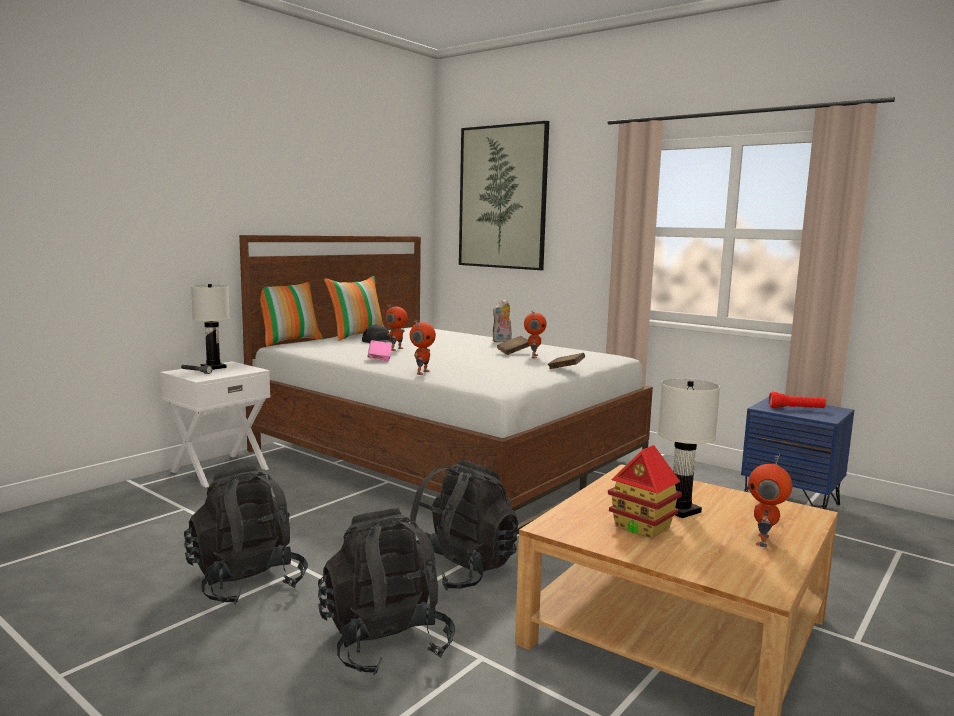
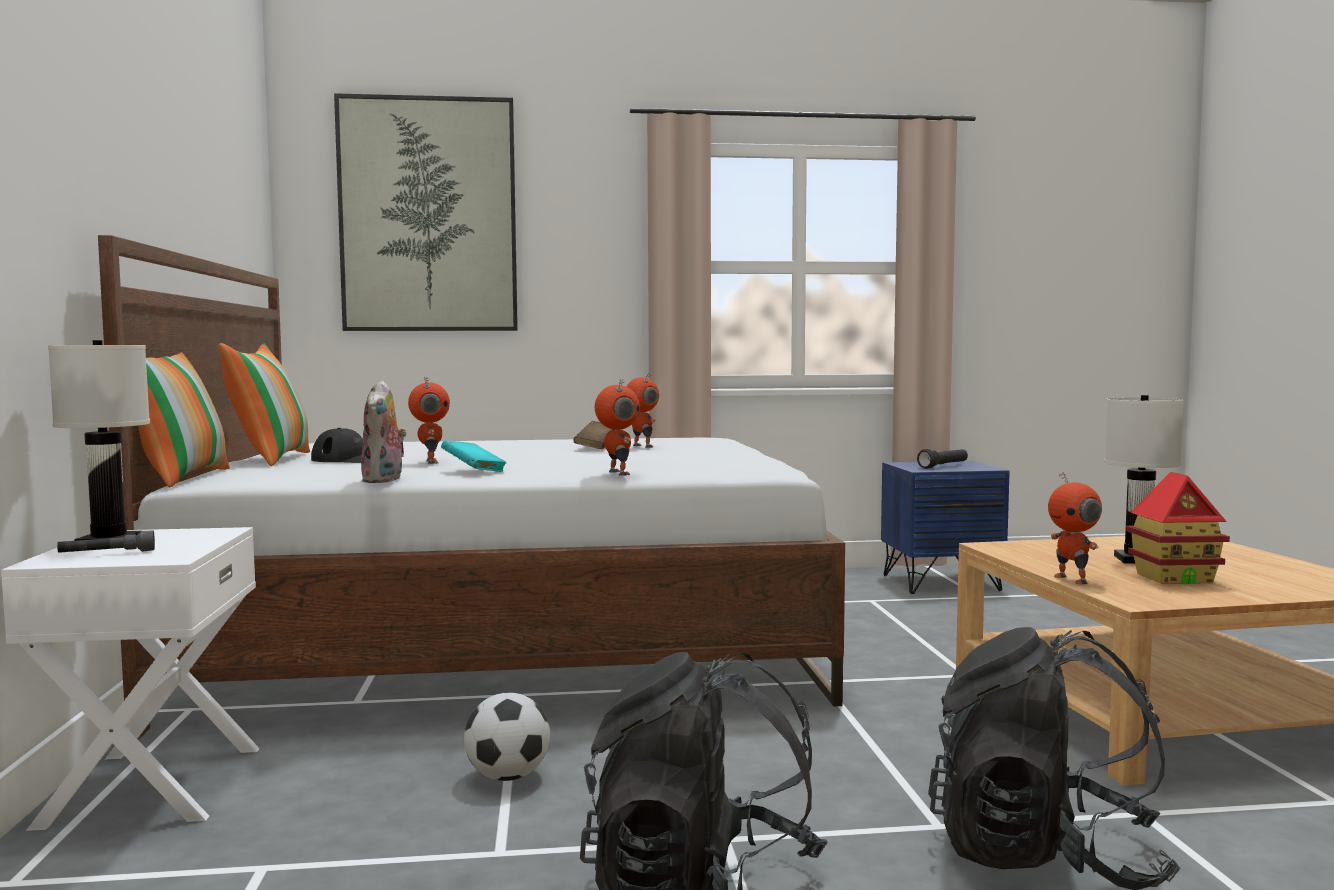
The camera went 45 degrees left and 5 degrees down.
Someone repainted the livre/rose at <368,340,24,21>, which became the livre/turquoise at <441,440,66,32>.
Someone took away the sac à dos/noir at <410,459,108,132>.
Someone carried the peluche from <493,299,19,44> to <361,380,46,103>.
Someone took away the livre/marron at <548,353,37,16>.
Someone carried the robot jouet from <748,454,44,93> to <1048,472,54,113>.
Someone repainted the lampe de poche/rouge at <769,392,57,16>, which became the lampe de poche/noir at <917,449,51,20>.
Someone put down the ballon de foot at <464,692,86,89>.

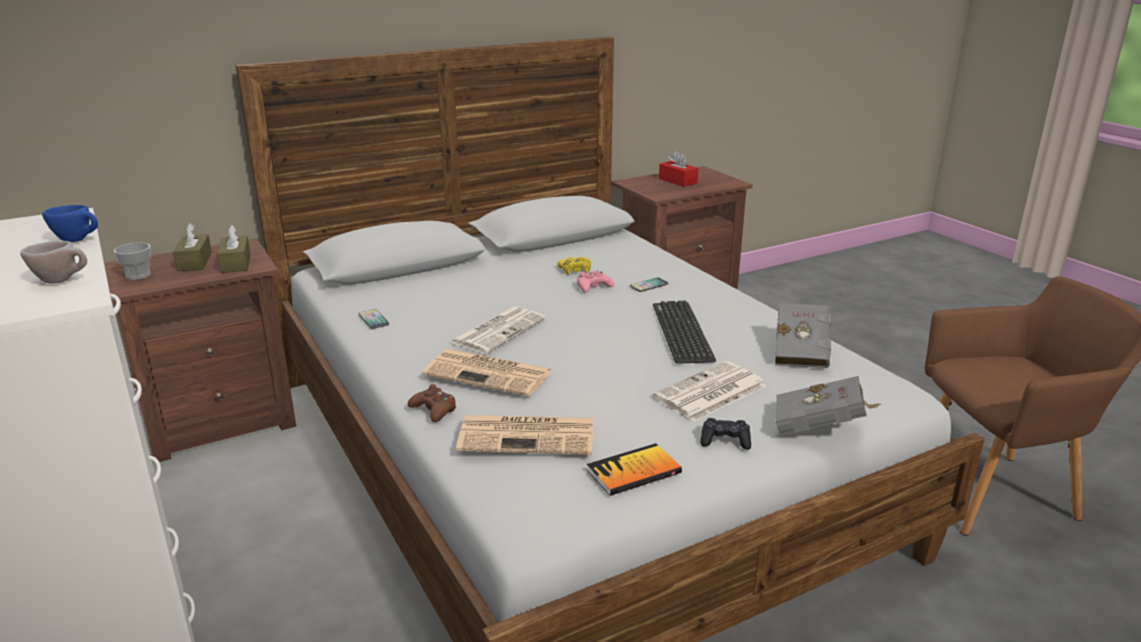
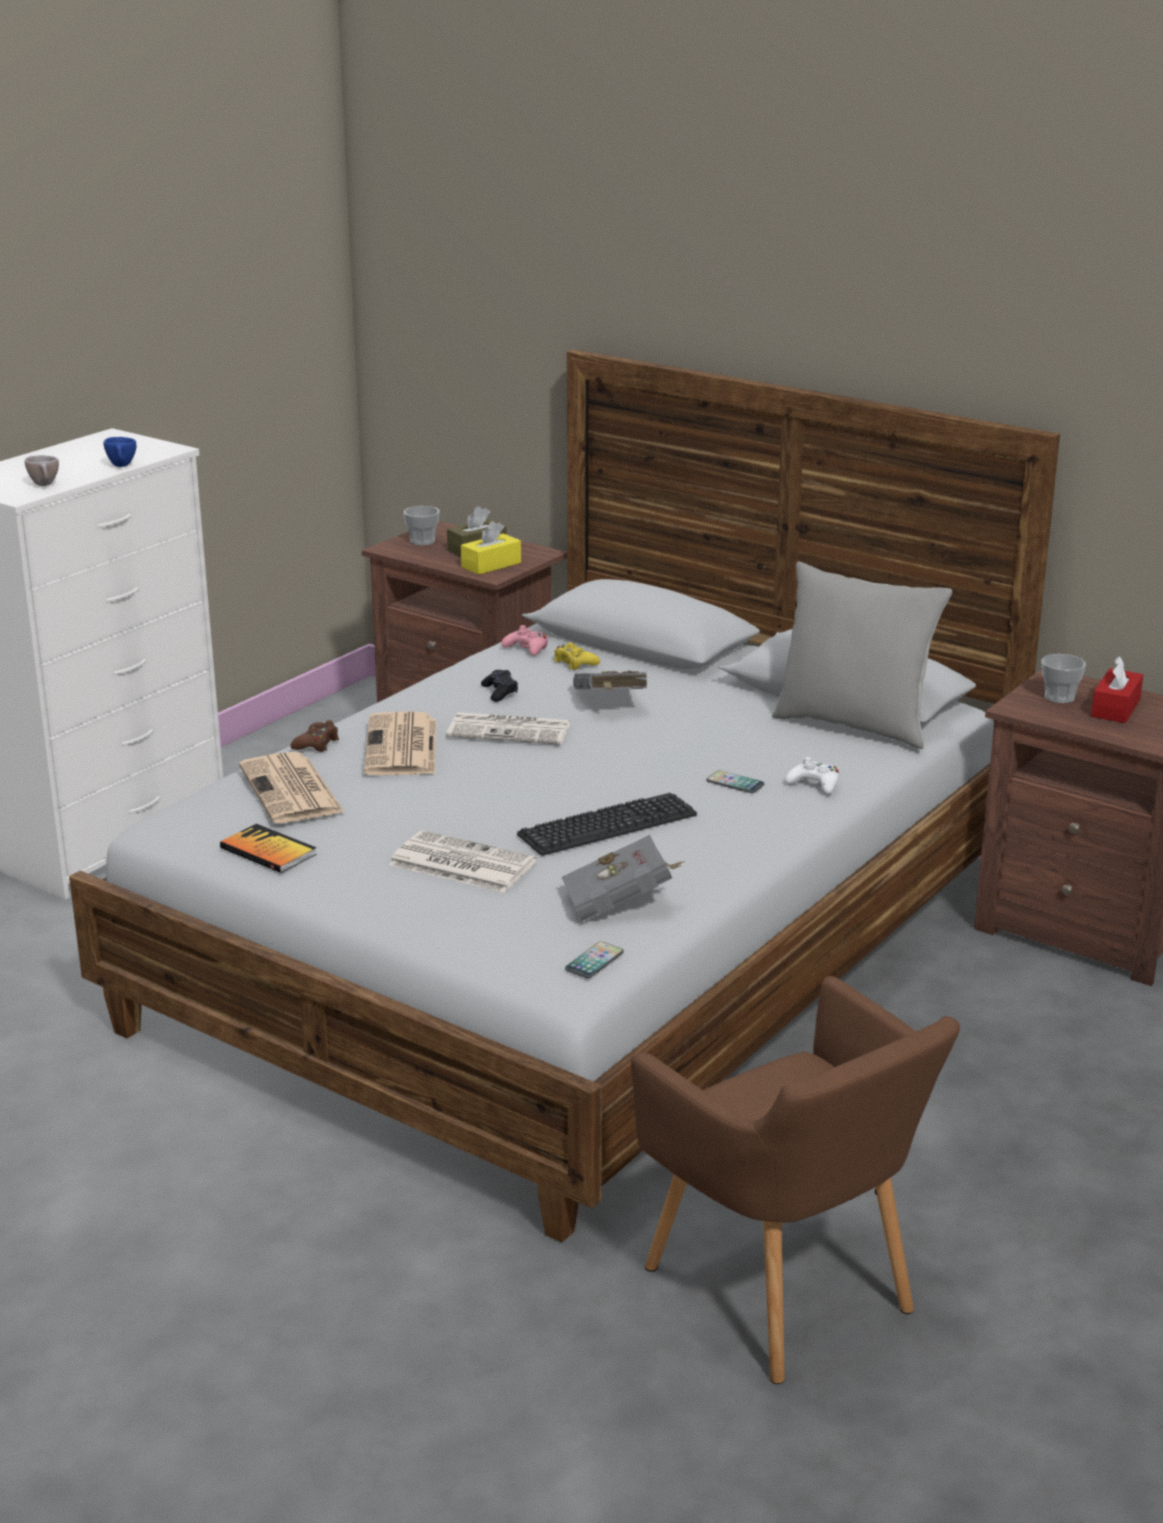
The camera went 65 degrees right and 0 degrees up.
Someone repainted the boîte à mouchoirs/marron at <217,225,34,48>, which became the boîte à mouchoirs/jaune at <461,521,60,54>.
Someone carried the téléphone from <359,309,30,20> to <565,942,59,36>.
Someone carried the manette/jaune from <557,257,34,17> to <554,642,46,28>.
Someone carried the manette/rose from <577,271,37,22> to <501,625,47,31>.
Someone carried the manette/noir from <700,418,51,32> to <481,670,37,32>.
Someone carried the livre/gris from <775,376,106,59> to <573,670,74,19>.
Someone put down the coussin/gris at <772,561,180,188>.
Someone put down the manette/blanc at <785,757,54,37>.
Someone put down the tasse at <1041,654,45,49>.

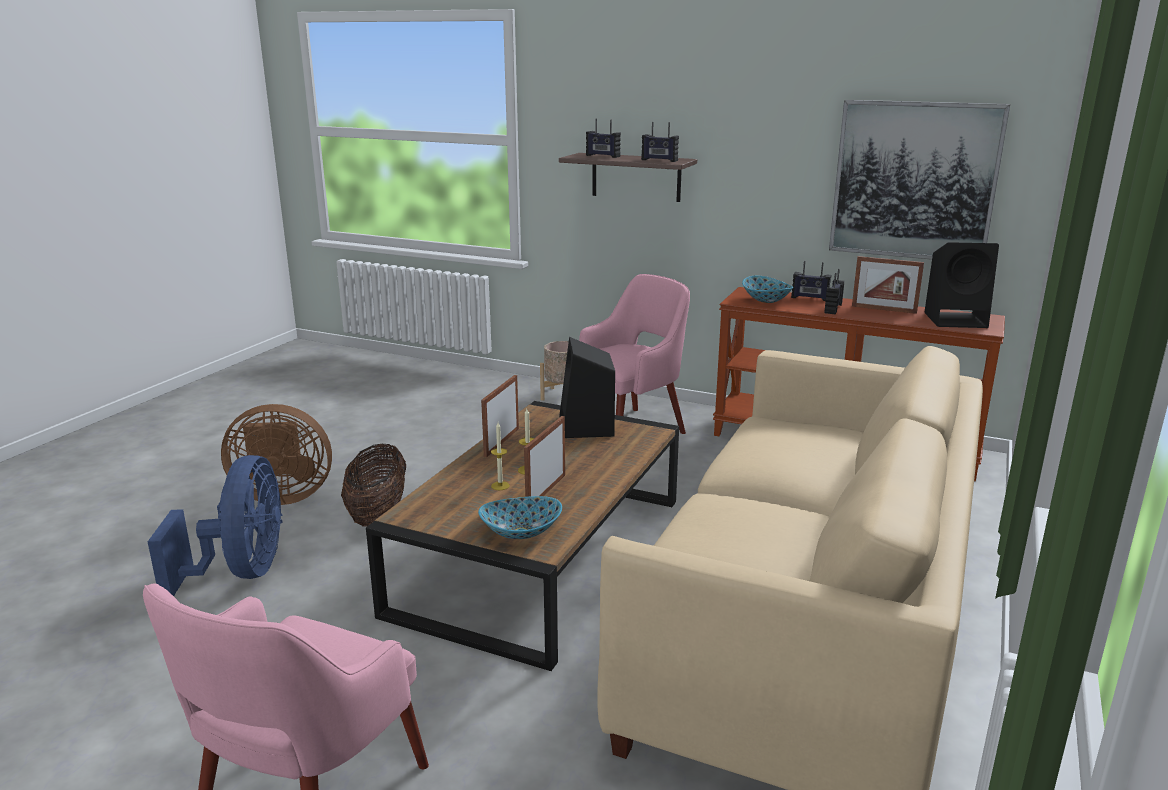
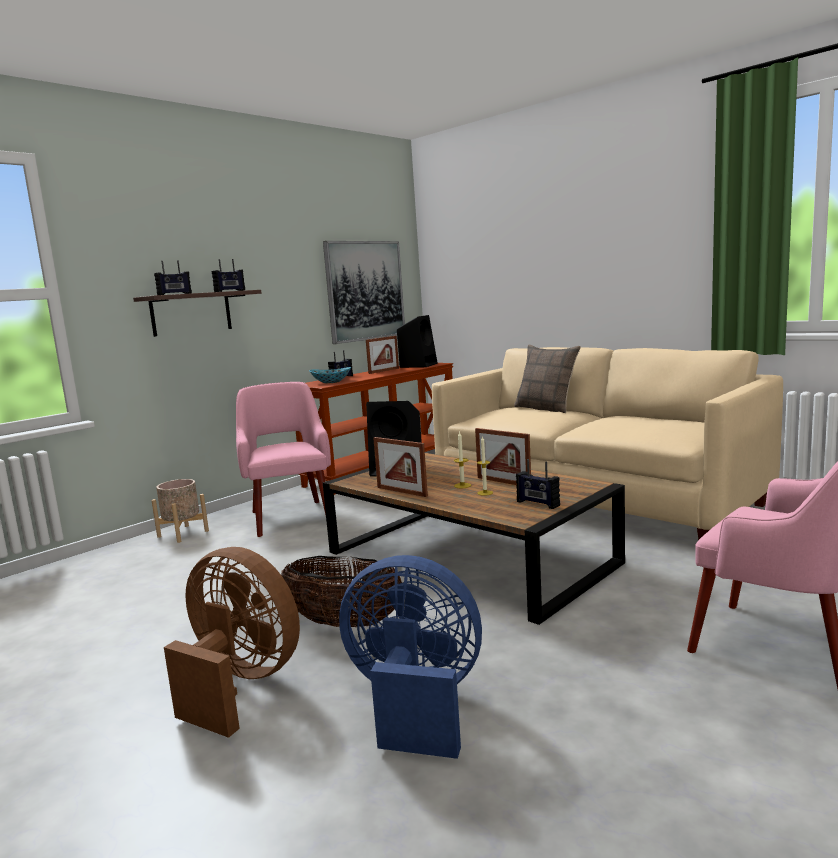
The camera went 70 degrees left and 10 degrees down.
Someone rotated the ventilateur/marron at <221,404,111,101> by 75 degrees counterclockwise.
Someone took away the bol at <478,496,84,43>.
Someone carried the radio from <825,269,19,45> to <516,459,44,50>.
Someone put down the coussin at <514,345,67,68>.

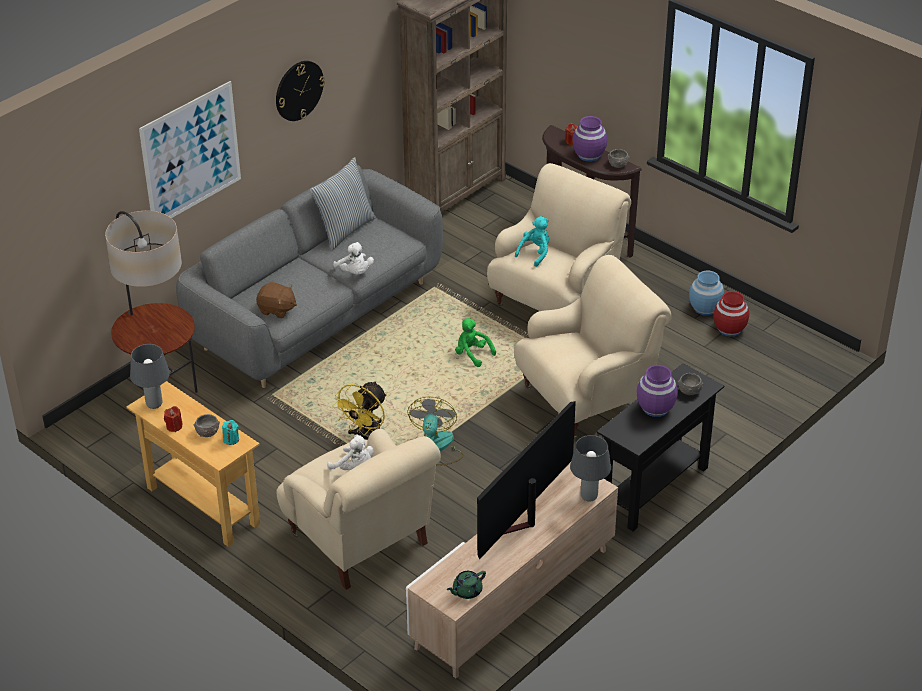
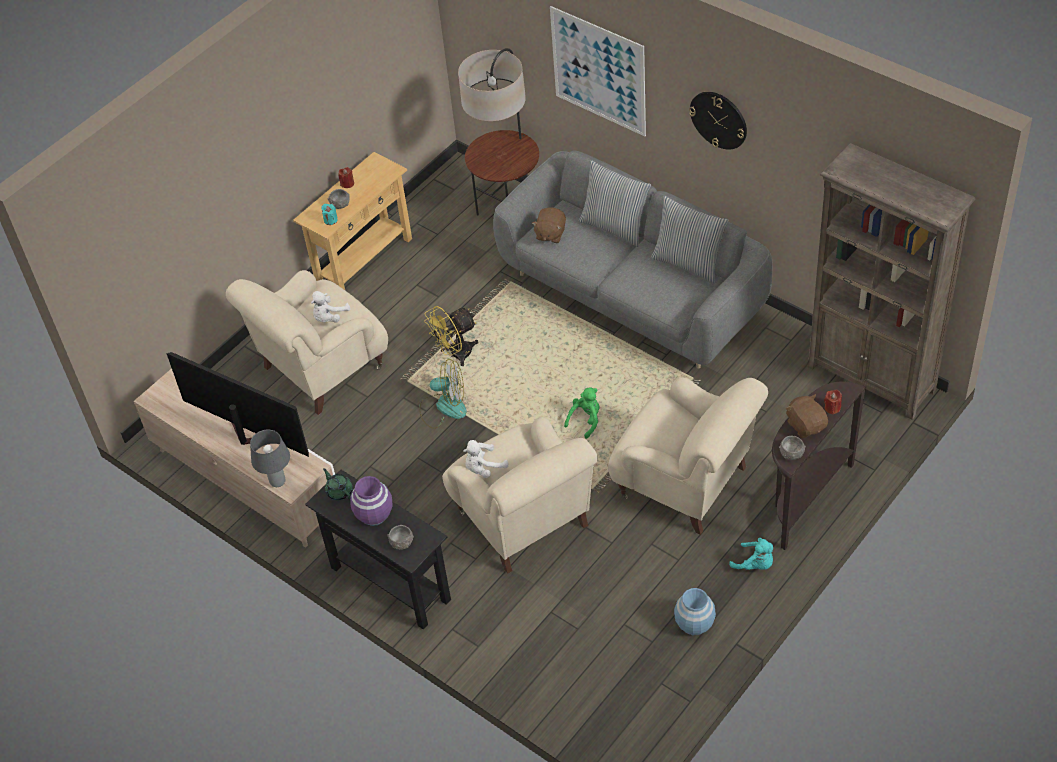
The camera went 90 degrees right and 10 degrees up.
Someone took away the lampe de table/gris at <130,344,40,65>.
Someone rotated the ventilateur/jaune at <332,381,55,59> by 60 degrees counterclockwise.
Someone carried the peluche/blanc from <333,242,41,32> to <463,440,46,38>.
Someone carried the théière/vert from <447,571,39,28> to <323,468,30,32>.
Someone carried the peluche/turquoise from <515,216,34,51> to <729,538,44,32>.
Someone swapped the vase/violet at <573,116,34,45> for the peluche/marron at <786,394,42,44>.
Someone took away the vase/rouge at <713,291,36,45>.
Someone put down the coussin at <579,160,72,87>.

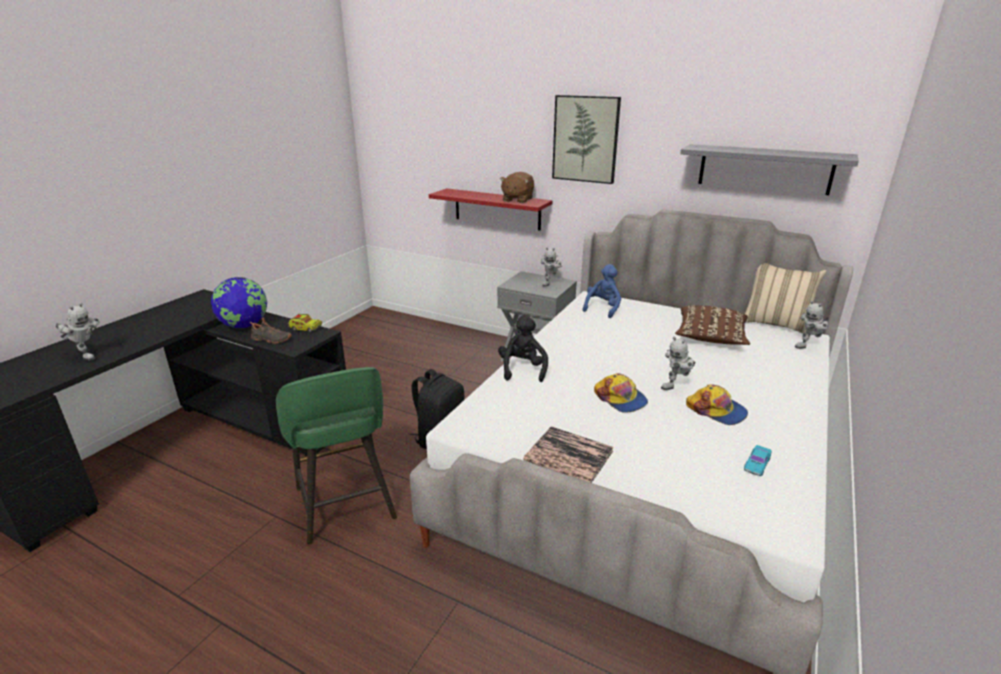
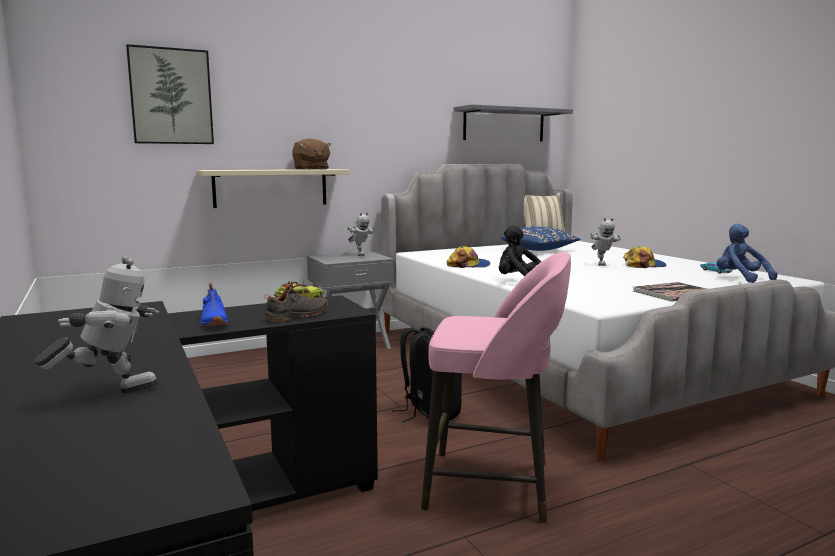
The camera went 55 degrees left and 15 degrees down.
Someone swapped the globe at <211,277,56,51> for the chaussure/bleu at <201,283,27,44>.
Someone repainted the tabouret/vert at <276,367,121,178>, which became the tabouret/rose at <421,252,150,272>.
Someone repainted the étagère/rouge at <429,188,124,43>, which became the étagère/beige at <196,169,155,39>.
Someone carried the tableau from <552,95,69,89> to <126,44,88,100>.
Someone carried the peluche/bleu from <583,264,38,54> to <717,224,60,59>.
Someone carried the casquette from <594,373,54,40> to <447,246,43,22>.
Someone repainted the coussin/marron at <675,305,75,40>, which became the coussin/bleu at <501,226,80,25>.
Someone took away the robot jouet at <795,301,33,48>.

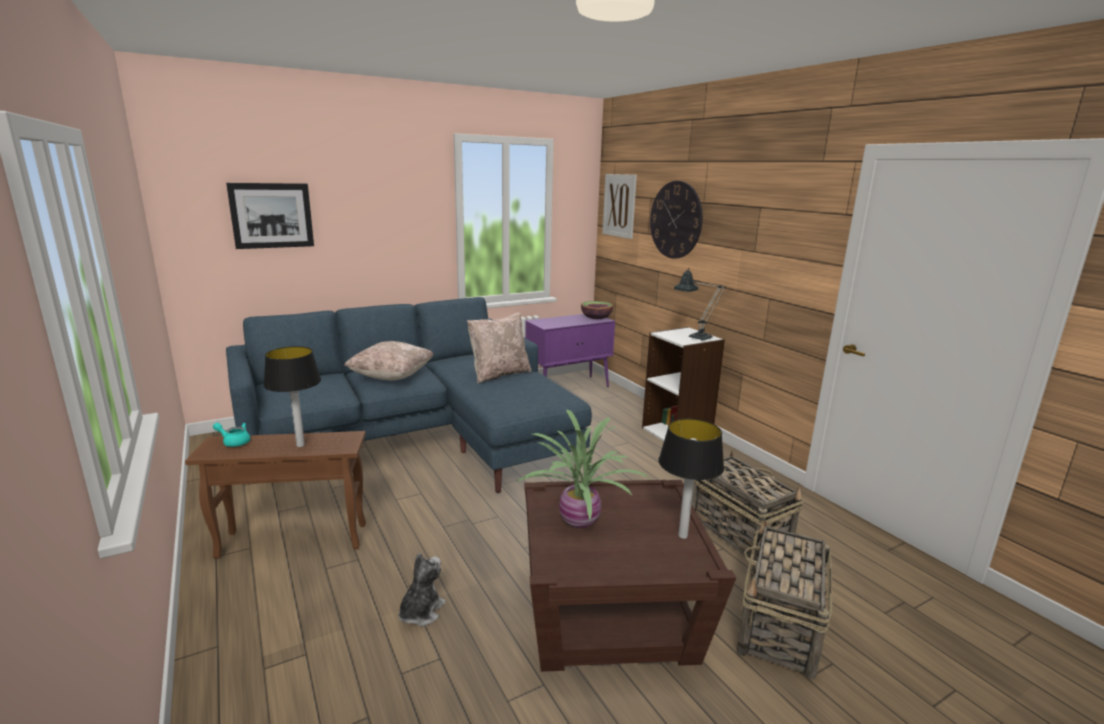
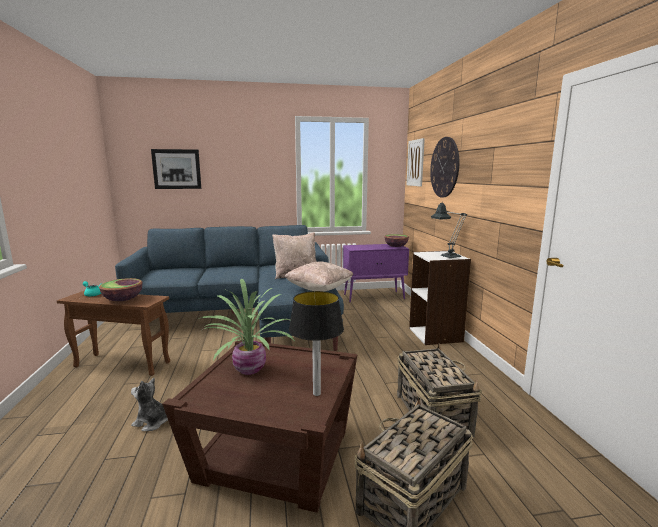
The camera went 20 degrees right and 5 degrees down.
Someone swapped the lampe de table at <263,346,58,101> for the bol at <99,278,44,23>.
Someone carried the coussin/beige from <344,341,90,39> to <284,262,70,29>.
Someone rotated the peluche at <399,553,47,73> by 120 degrees counterclockwise.

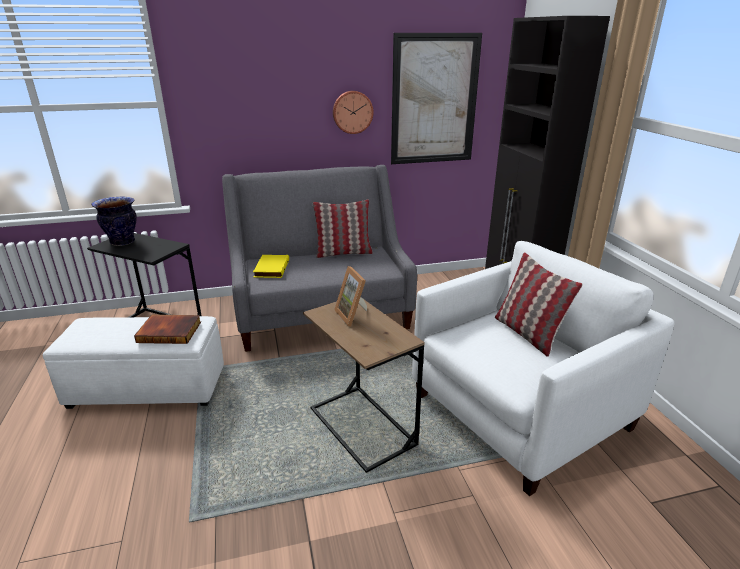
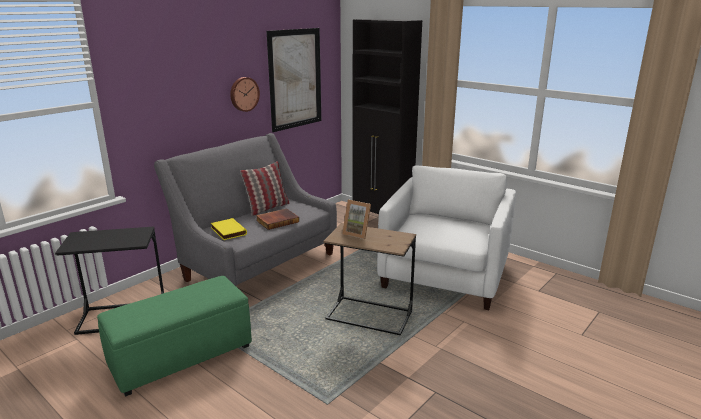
The camera went 35 degrees left and 5 degrees down.
Someone repainted the pouf/blanc at <42,316,182,93>, which became the pouf/vert at <97,276,155,121>.
Someone took away the vase at <91,197,46,49>.
Someone carried the livre from <134,315,67,29> to <256,208,43,22>.
Someone took away the coussin at <495,252,88,105>.

